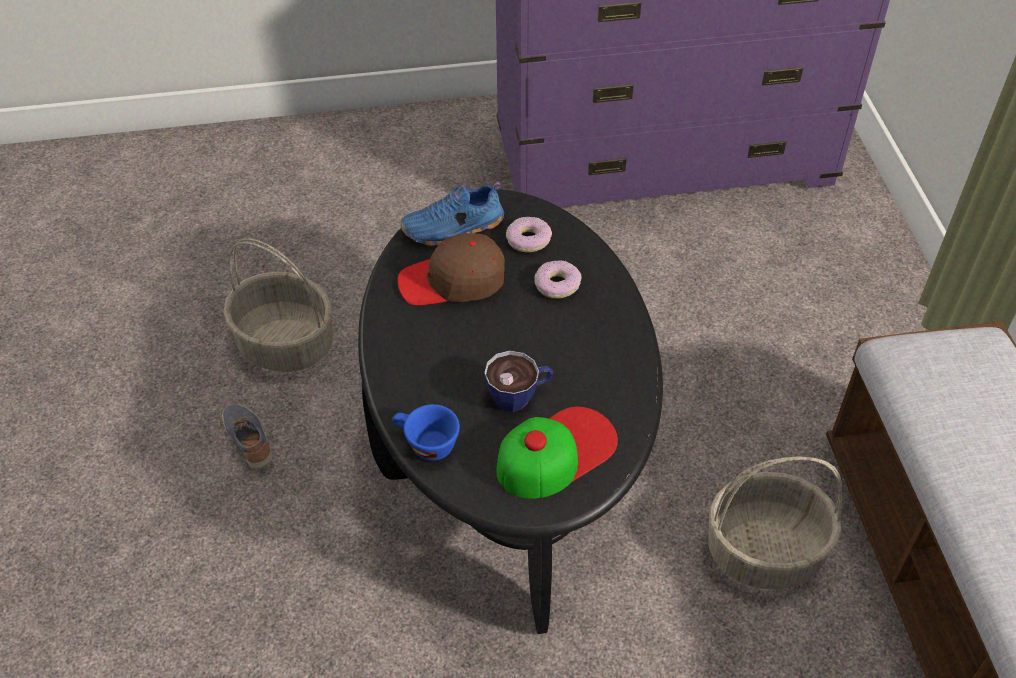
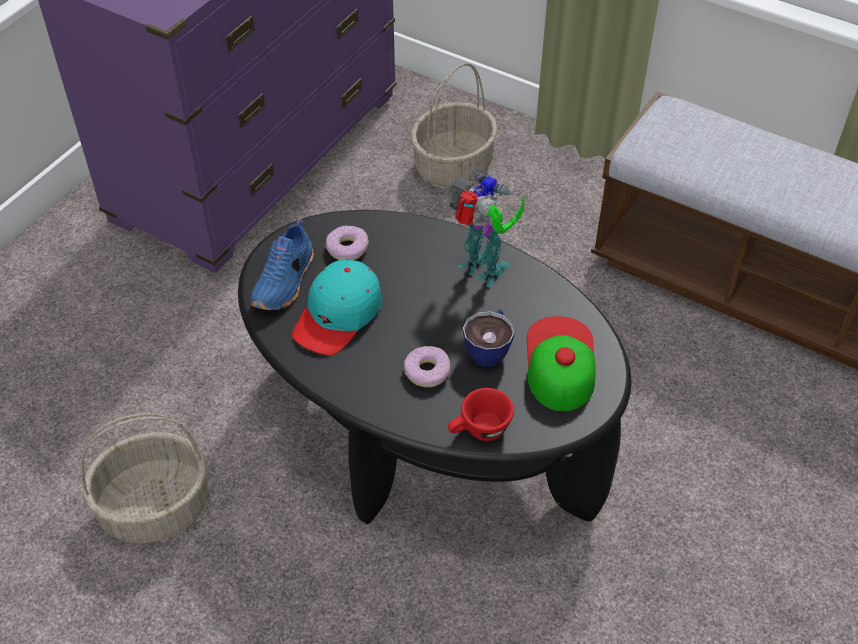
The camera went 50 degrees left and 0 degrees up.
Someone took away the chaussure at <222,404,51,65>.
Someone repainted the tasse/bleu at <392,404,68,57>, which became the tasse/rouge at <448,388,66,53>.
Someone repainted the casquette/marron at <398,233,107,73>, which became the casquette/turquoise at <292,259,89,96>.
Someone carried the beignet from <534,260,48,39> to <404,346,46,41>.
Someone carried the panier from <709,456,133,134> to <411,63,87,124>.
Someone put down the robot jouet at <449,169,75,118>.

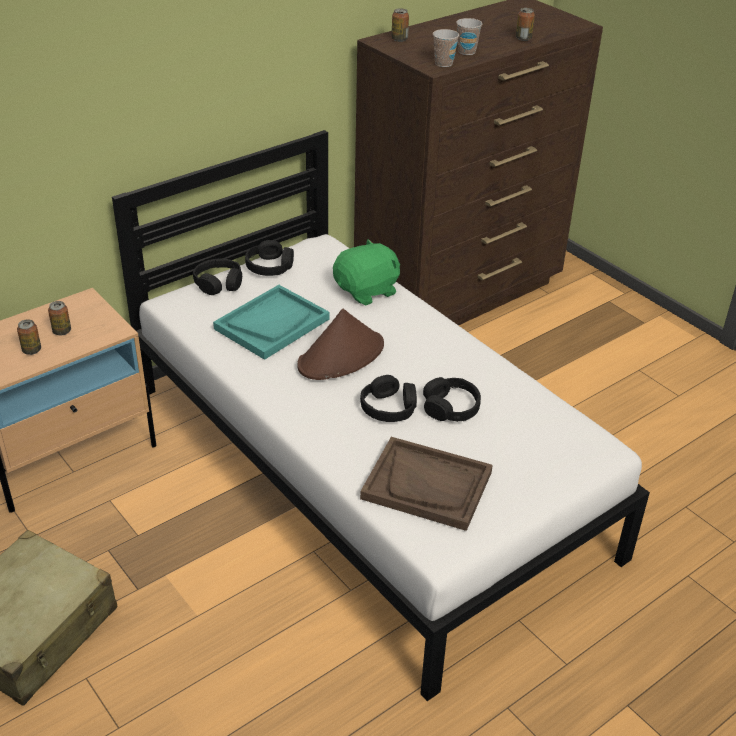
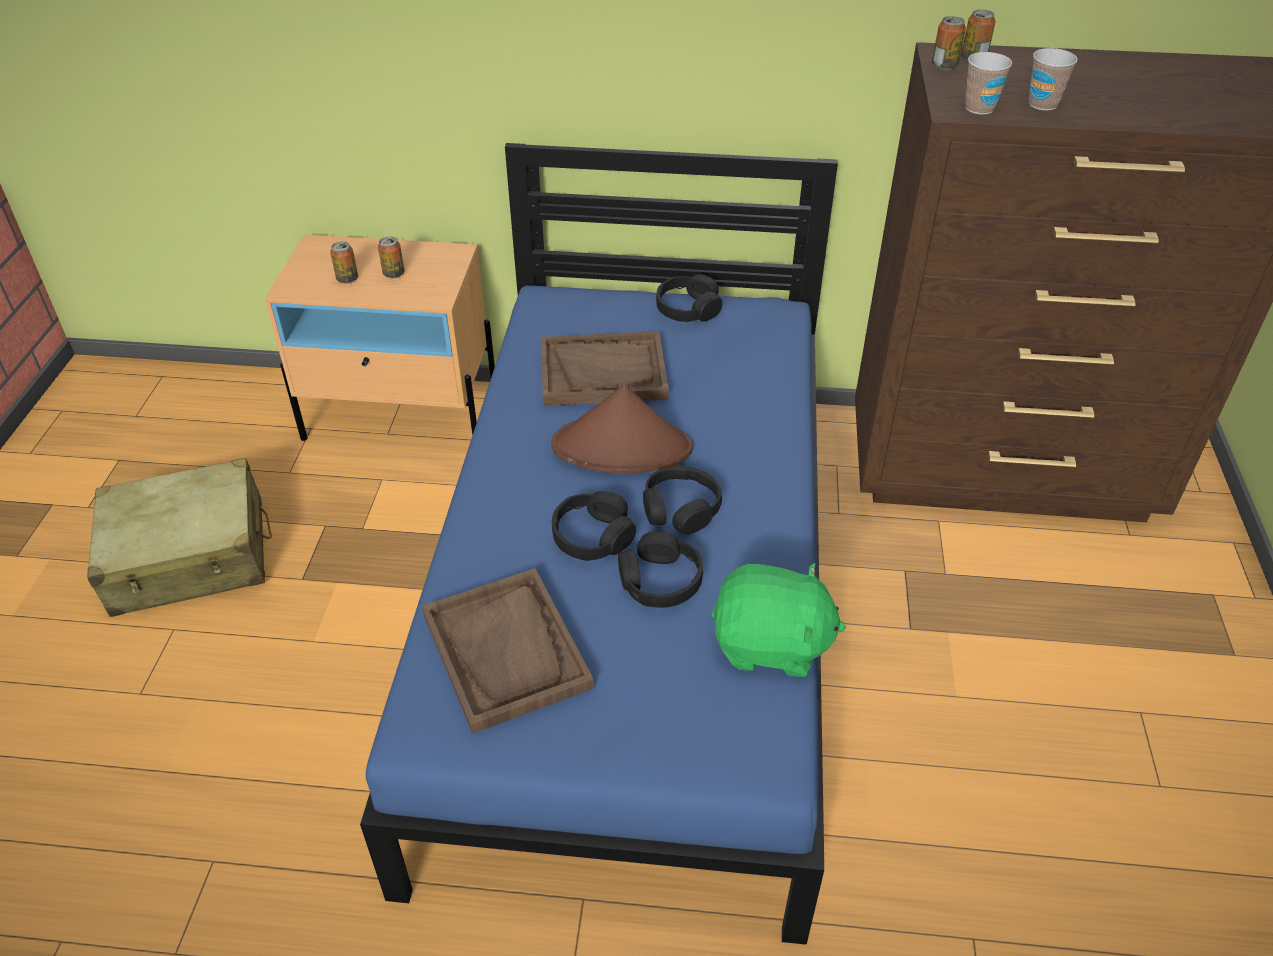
The camera went 45 degrees right and 5 degrees up.
Someone repainted the lit/blanc at <112,130,538,571>, which became the lit/bleu at <360,143,478,802>.
Someone carried the casque audio/noir from <193,259,49,36> to <643,466,79,68>.
Someone repainted the plateau/turquoise at <213,285,117,75>, which became the plateau/marron at <541,331,128,75>.
Someone carried the peluche/vert from <333,239,67,66> to <711,563,135,114>.
Someone carried the boîte métallique from <516,8,19,33> to <932,16,34,54>.

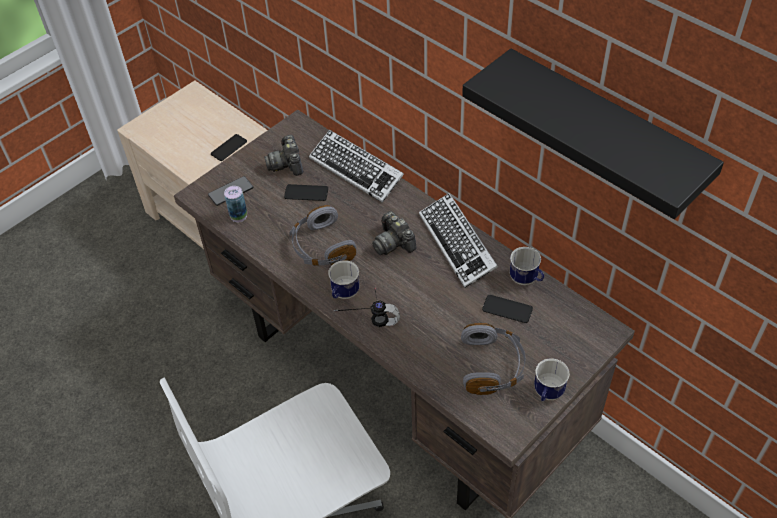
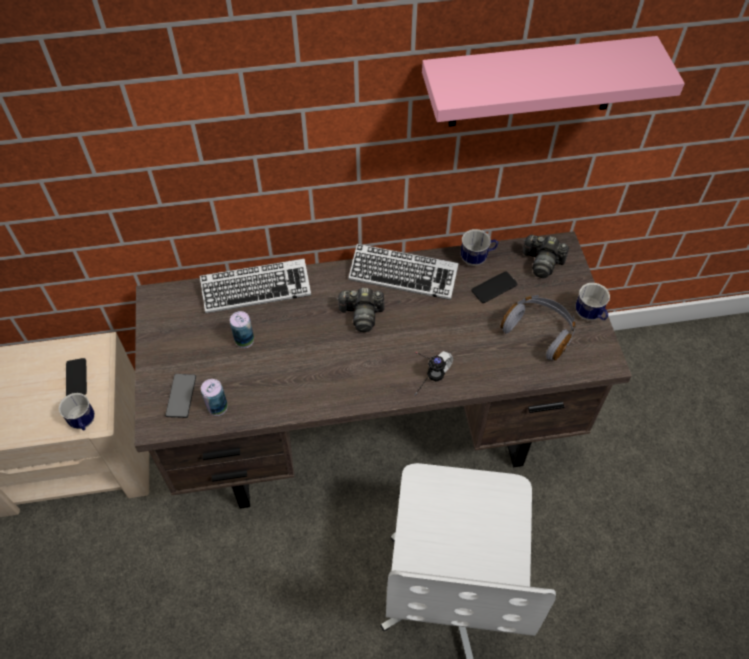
The camera went 55 degrees left and 5 degrees up.
Someone carried the appareil photo from <264,135,39,41> to <523,235,46,43>.
Someone swapped the téléphone at <284,184,44,17> for the boîte métallique at <230,311,24,37>.
Someone took away the casque audio/gris at <290,205,66,61>.
Someone carried the mug from <328,260,31,39> to <59,393,36,38>.
Someone repainted the étagère/noir at <462,48,262,171>, which became the étagère/rose at <422,36,263,91>.

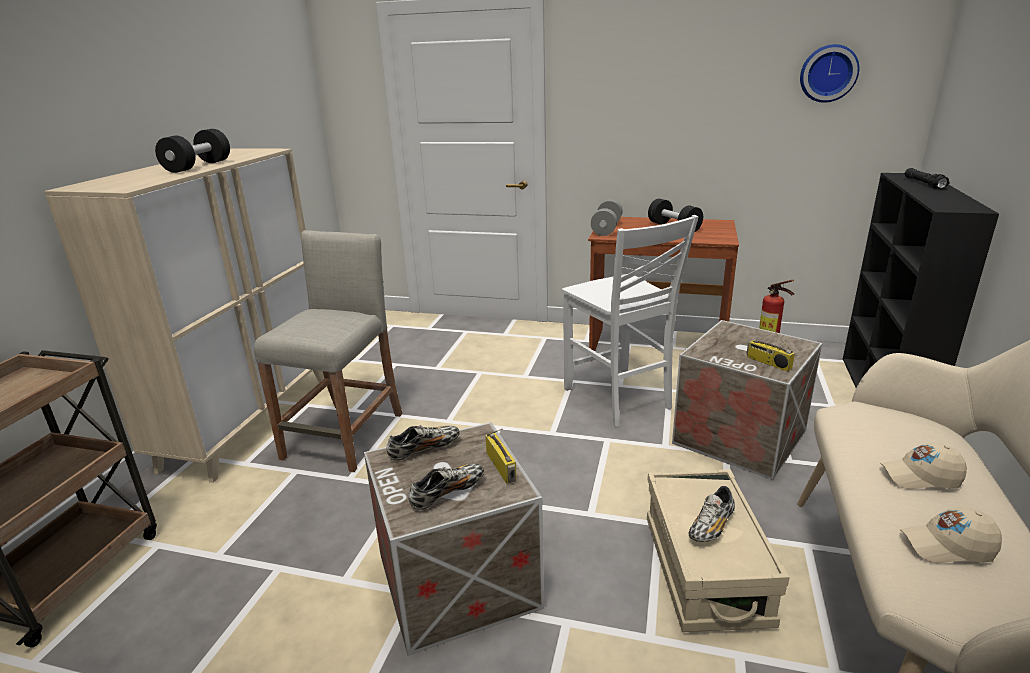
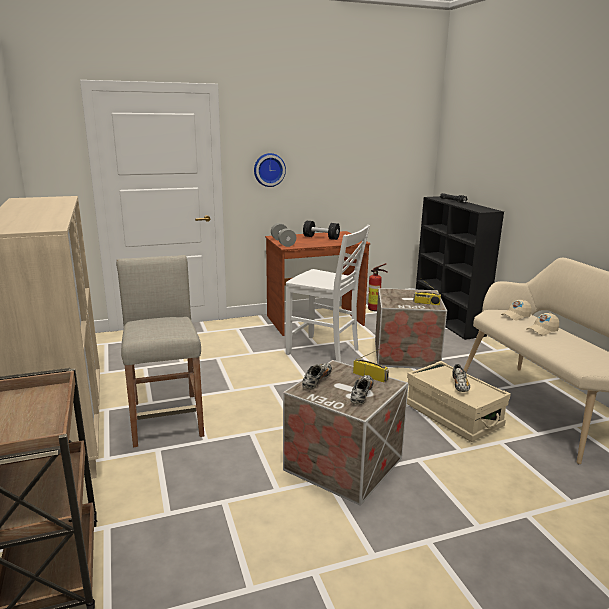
The camera went 35 degrees left and 5 degrees down.
Someone took away the haltère/noir at <155,129,75,44>.
Someone carried the horloge murale from <800,44,59,59> to <254,153,32,34>.
Someone carried the casquette/beige from <900,507,102,57> to <501,299,30,22>.

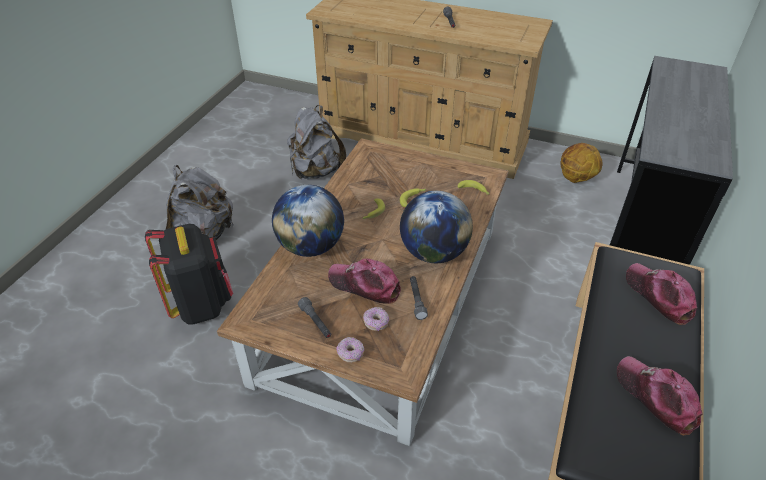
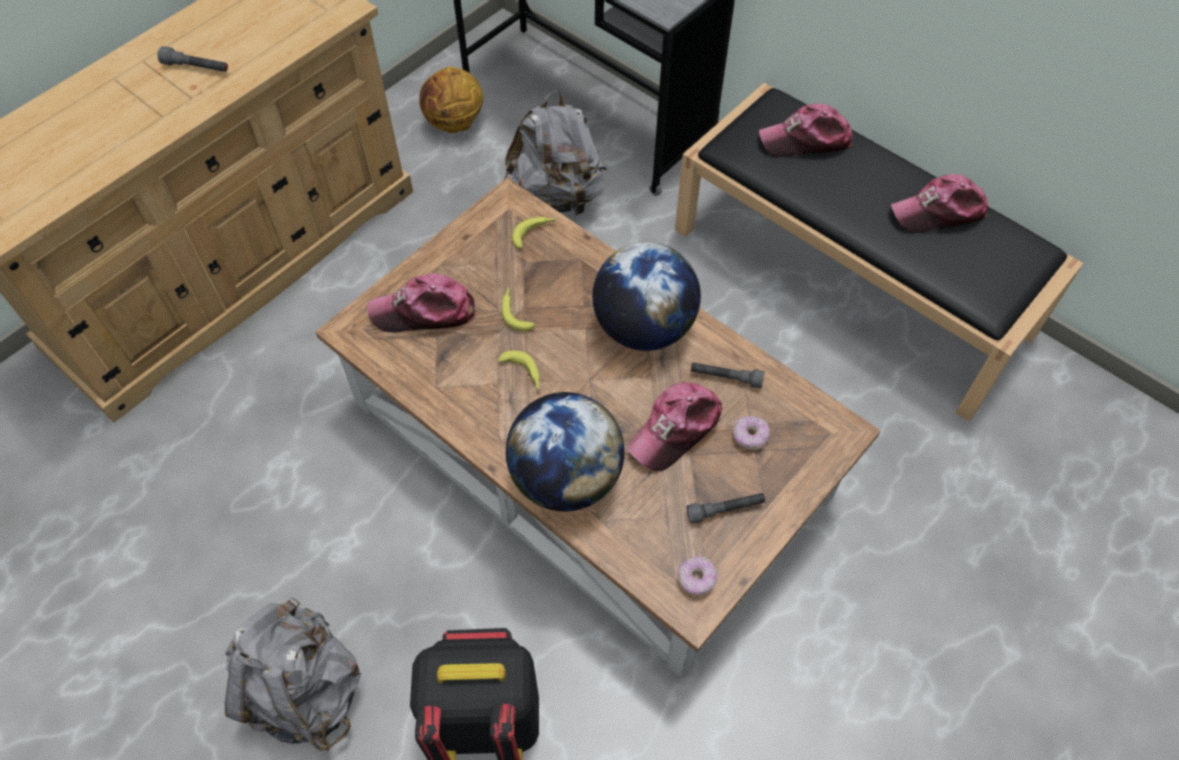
The camera went 70 degrees left and 15 degrees up.
Someone carried the sac à dos/gris from <287,105,59,74> to <503,90,104,128>.
Someone carried the beignet from <336,337,28,26> to <677,556,40,40>.
Someone put down the casquette at <367,273,108,59>.

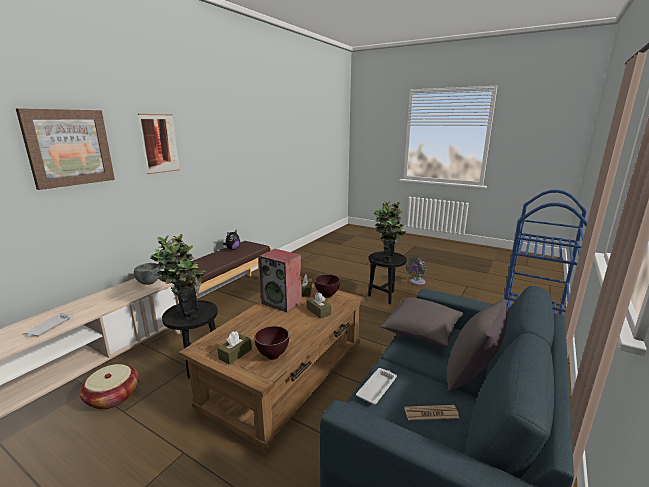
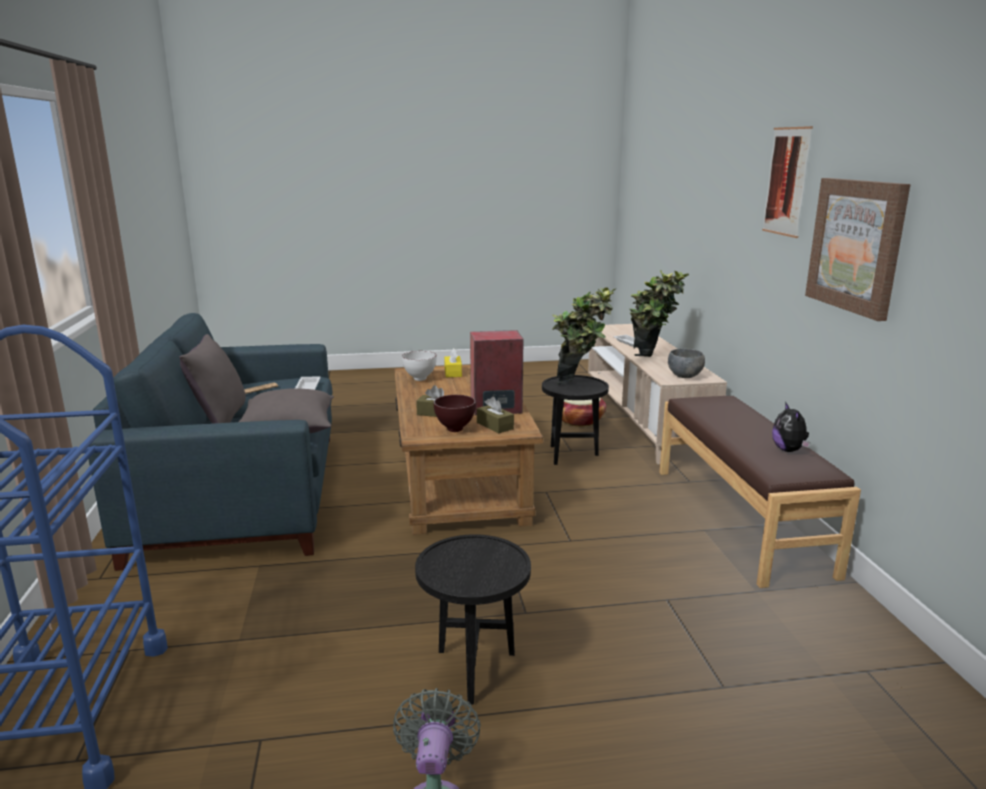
The camera went 140 degrees right and 0 degrees up.
Someone carried the tableau from <16,108,99,82> to <805,178,105,143>.
Someone repainted the boîte à mouchoirs/marron at <217,331,35,34>, which became the boîte à mouchoirs/jaune at <444,348,18,29>.
Someone repainted the bol/marron at <254,326,35,34>, which became the bol/blanc at <402,351,35,30>.
Someone carried the plante en pot from <374,201,32,61> to <628,270,61,87>.

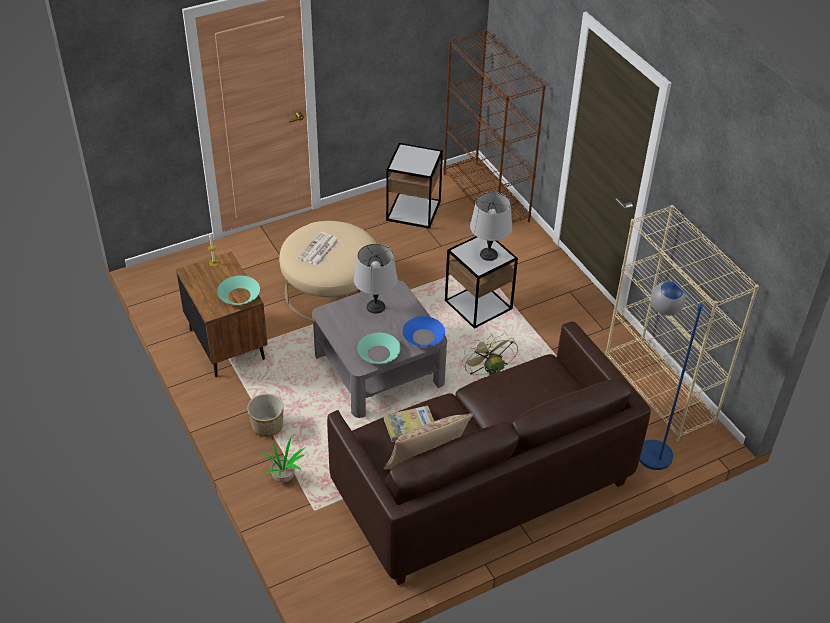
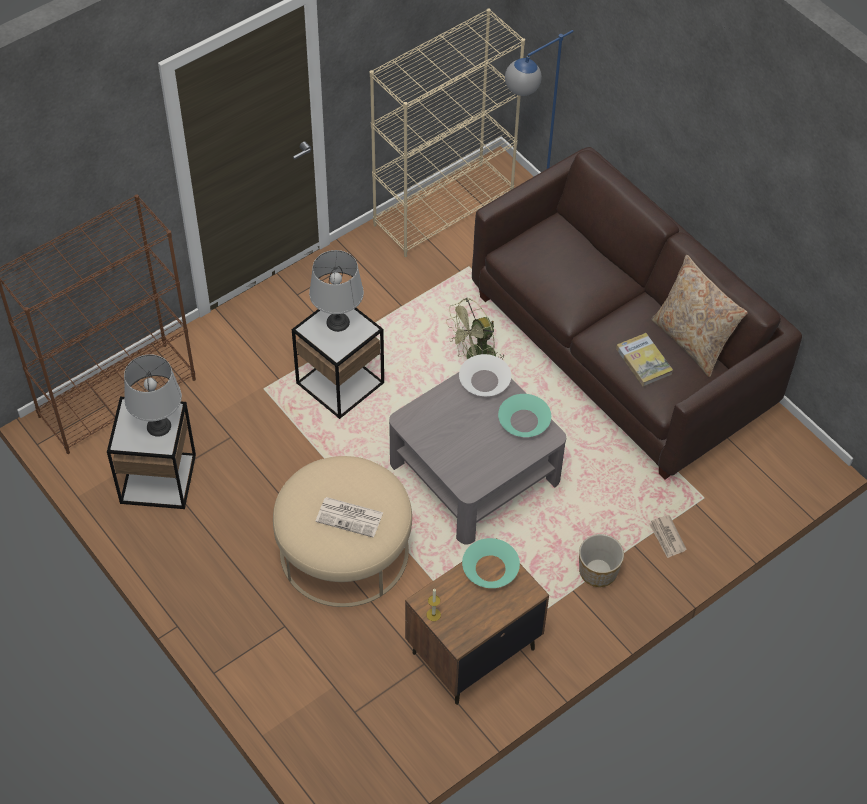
The camera went 100 degrees left and 10 degrees up.
Someone swapped the plante en pot at <259,437,47,46> for the journal at <649,515,38,43>.
Someone carried the lampe de table/gris from <354,244,44,70> to <124,354,58,83>.
Someone repainted the bol/bleu at <403,316,42,31>, which became the bol/blanc at <459,354,52,42>.

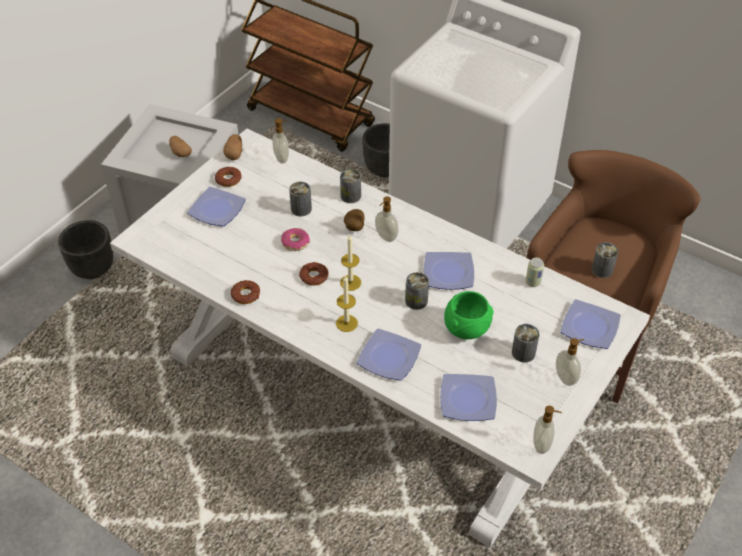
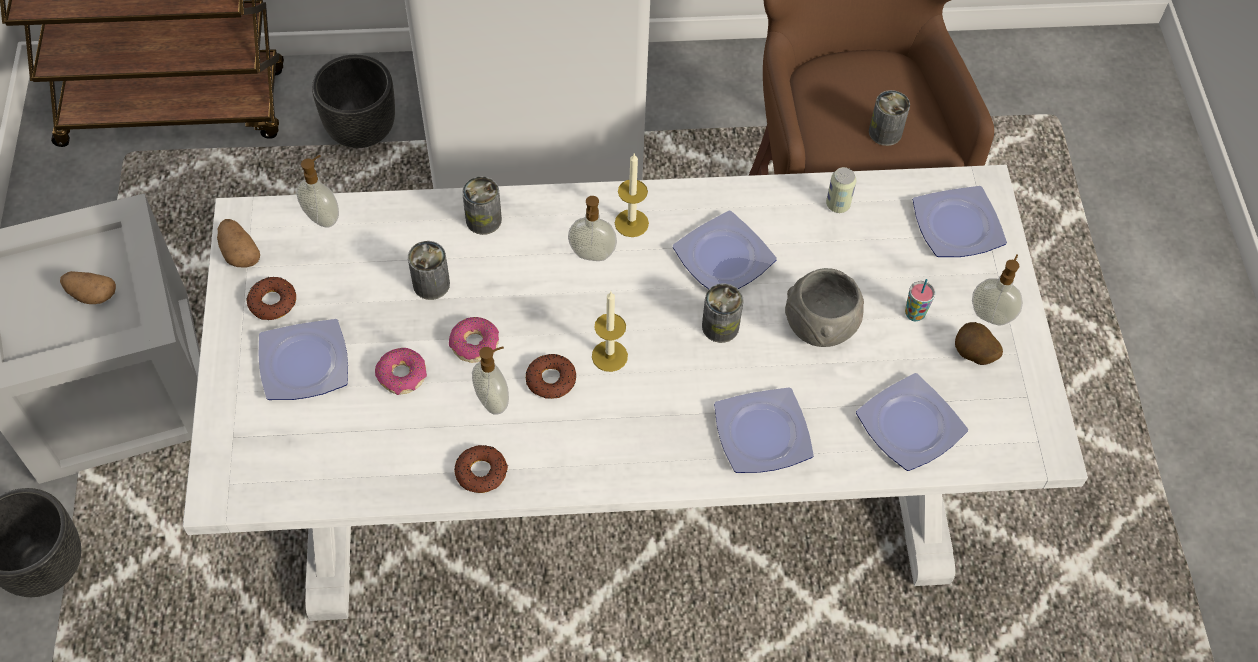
The camera went 40 degrees left and 10 degrees up.
Someone carried the bougie from <336,275,22,57> to <615,154,34,83>.
Someone carried the pomme de terre from <344,209,20,22> to <955,322,48,43>.
Someone repainted the bol/vert at <444,291,50,49>, which became the bol/gris at <785,268,79,79>.
Someone swapped the boîte métallique at <512,324,28,39> for the tasse at <905,279,30,42>.
Someone carried the distributeur de savon from <533,406,29,48> to <472,346,37,69>.
Someone put down the beignet at <375,348,52,47>.

